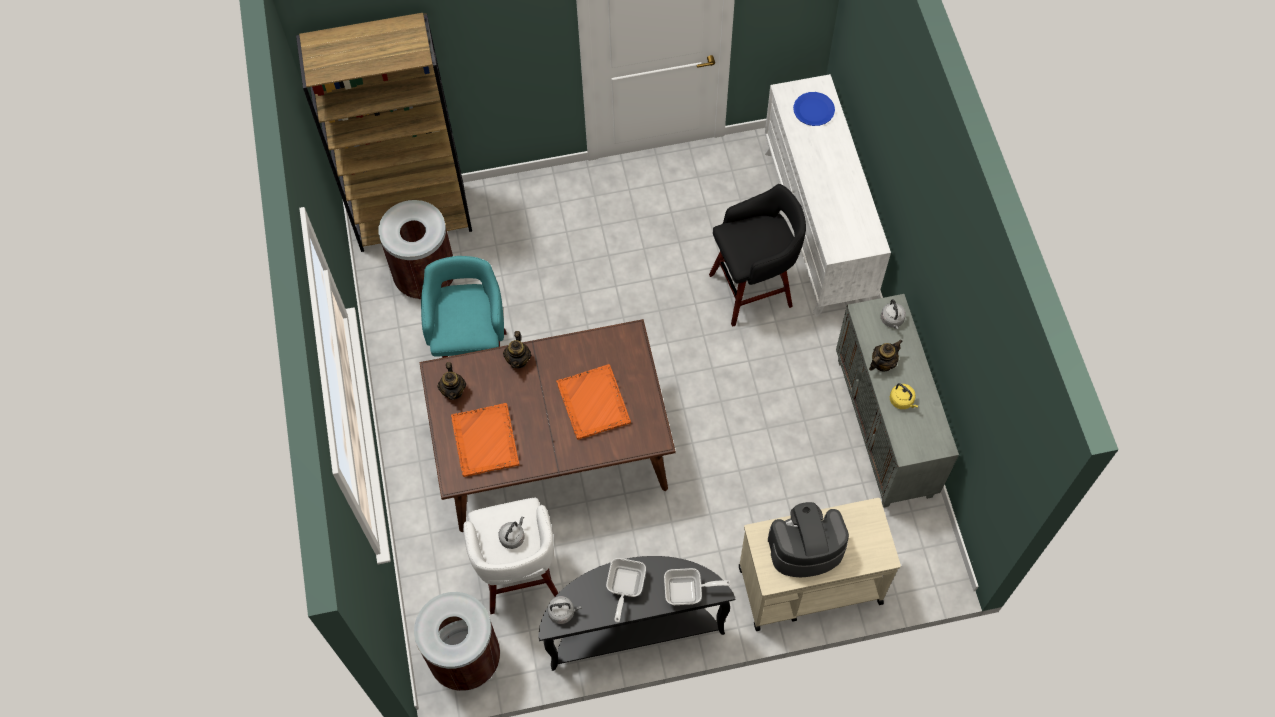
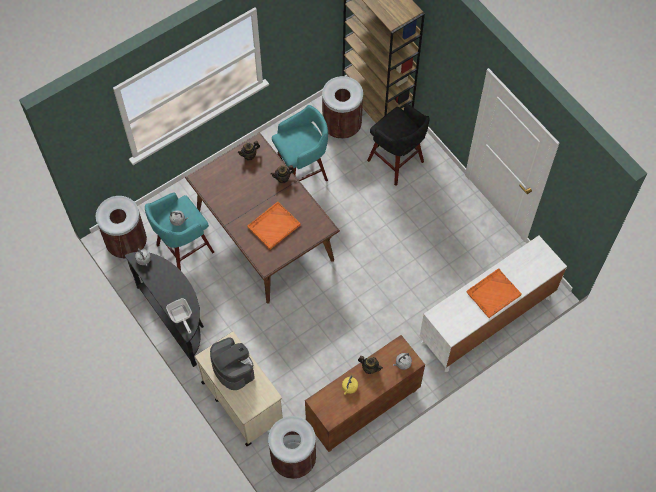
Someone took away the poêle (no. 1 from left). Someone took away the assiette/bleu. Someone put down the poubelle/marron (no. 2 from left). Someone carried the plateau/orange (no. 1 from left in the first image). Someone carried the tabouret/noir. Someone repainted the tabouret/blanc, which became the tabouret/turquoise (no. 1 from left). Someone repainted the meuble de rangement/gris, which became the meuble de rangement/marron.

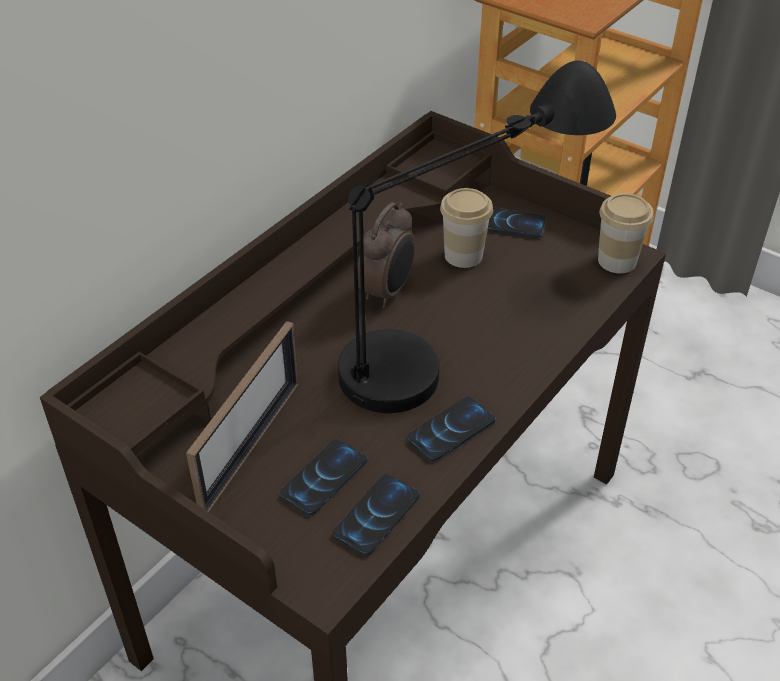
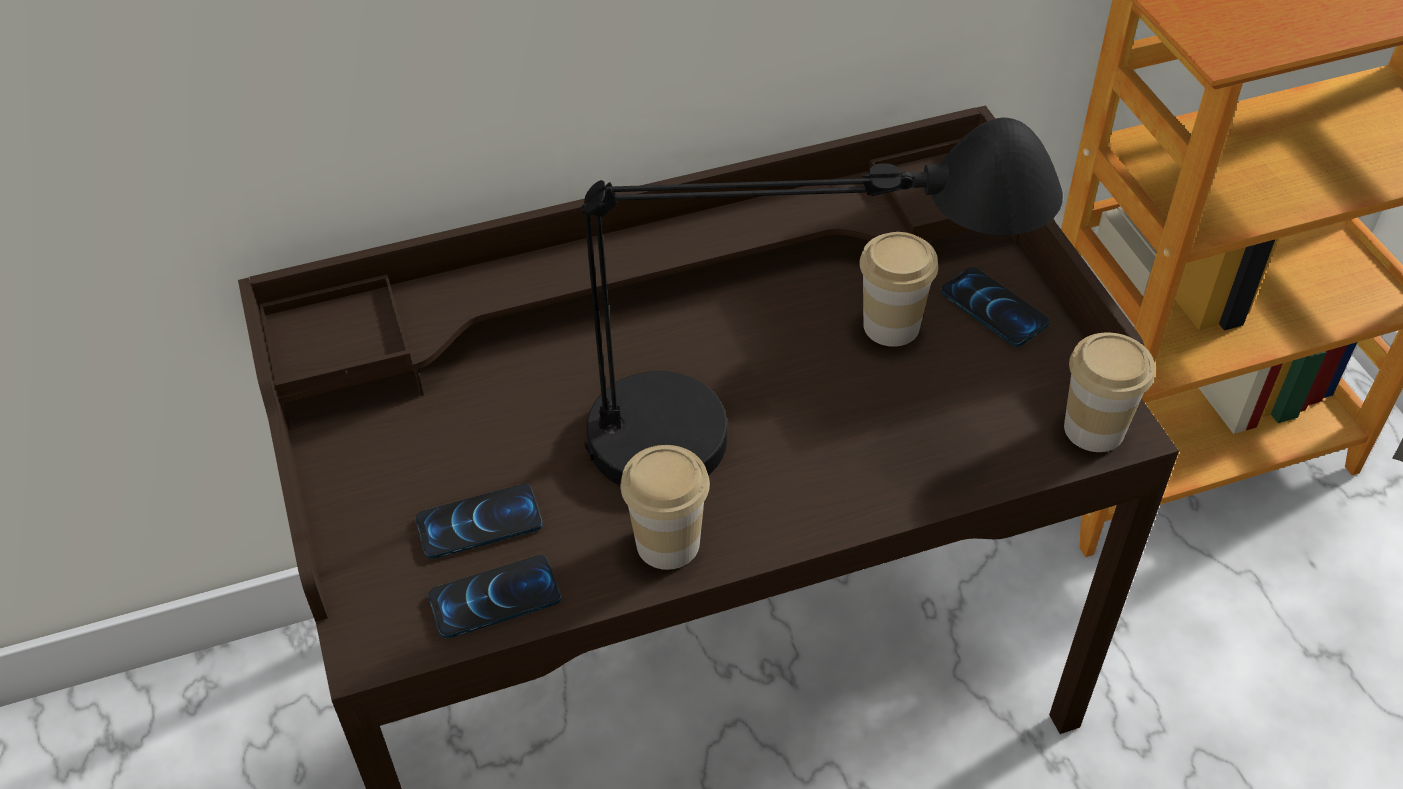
Someone took away the cadre photo. Someone took away the réveil. Someone swapped the téléphone (no. 3 from left) for the tasse (no. 1 from left).

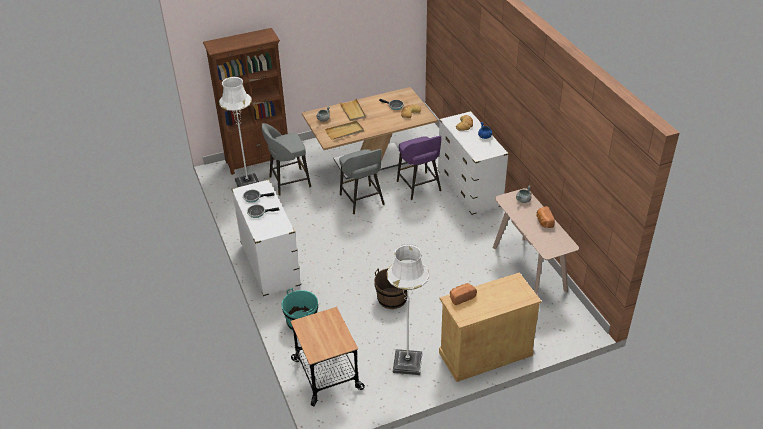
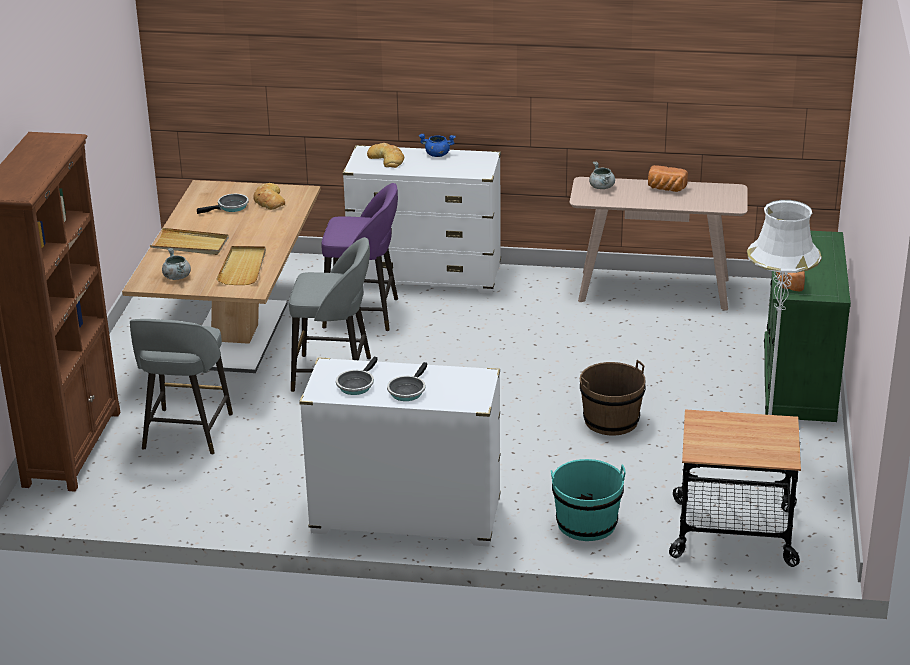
Someone took away the lampadaire/blanc (no. 1 from left). Someone repainted the meuble de rangement/beige, which became the meuble de rangement/vert.

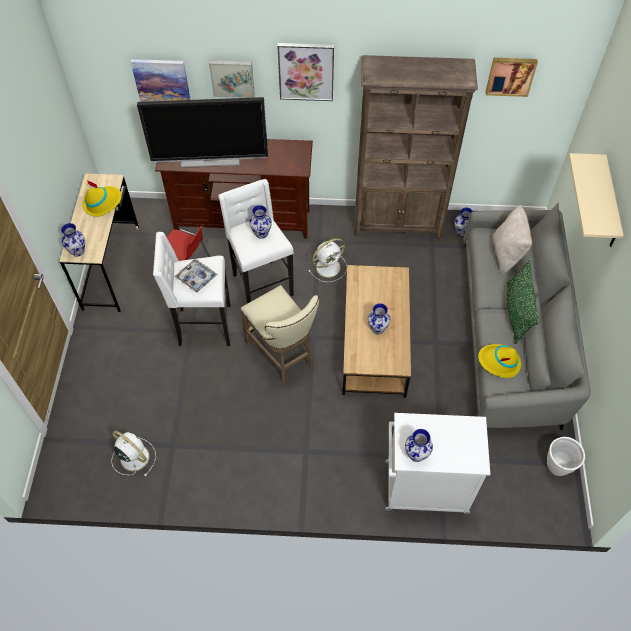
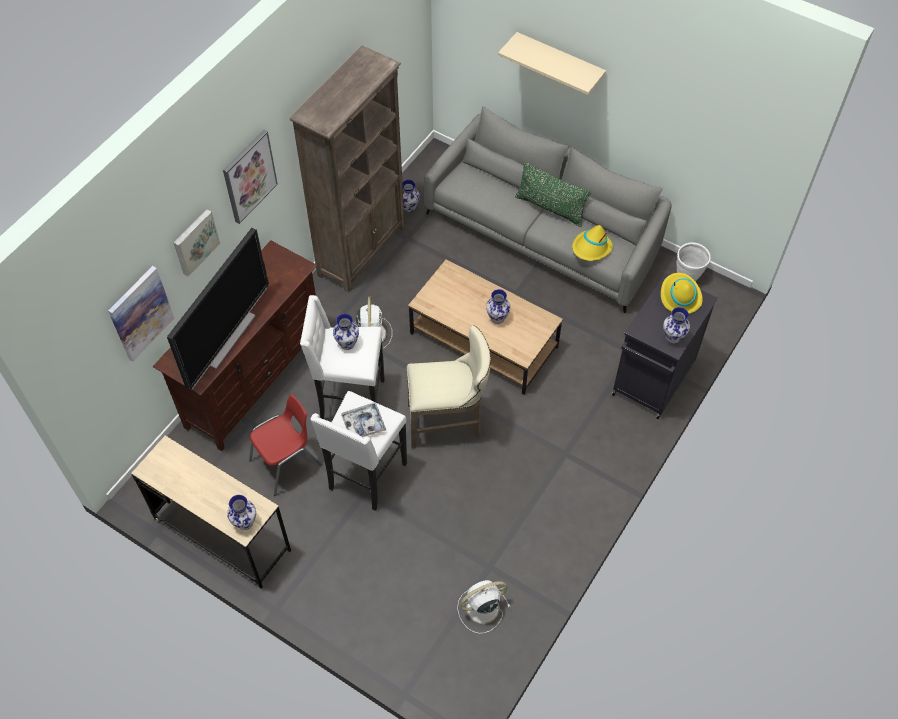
Someone took away the tableau (no. 4 from left). Someone took away the coussin/beige. Someone carried the chapeau/jaune (no. 1 from left in the first image). Someone repainted the meuble de rangement/blanc, which became the meuble de rangement/noir.

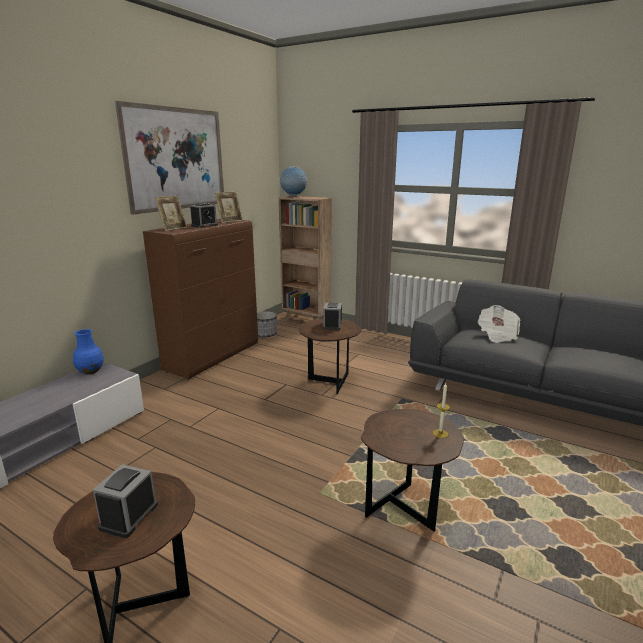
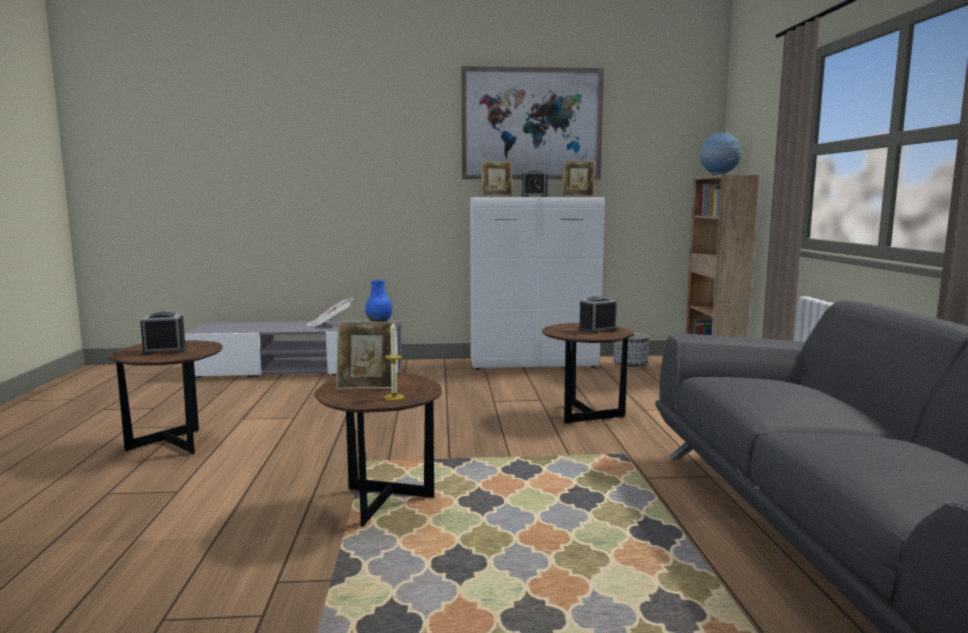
Someone put down the cadre photo (no. 1 from left). Someone carried the journal. Someone repainted the meuble de rangement/marron, which became the meuble de rangement/blanc.

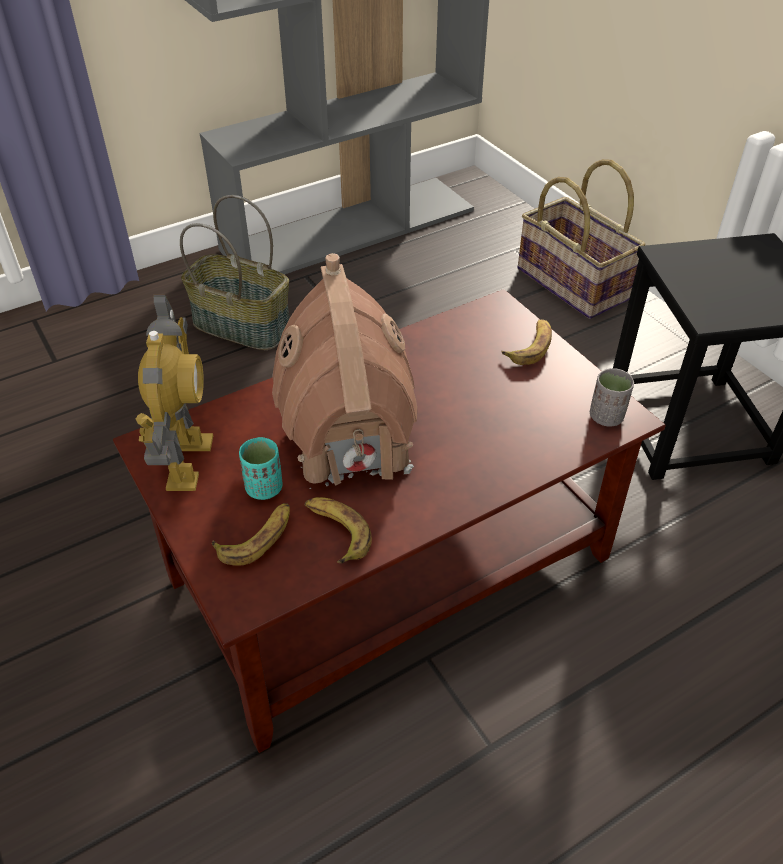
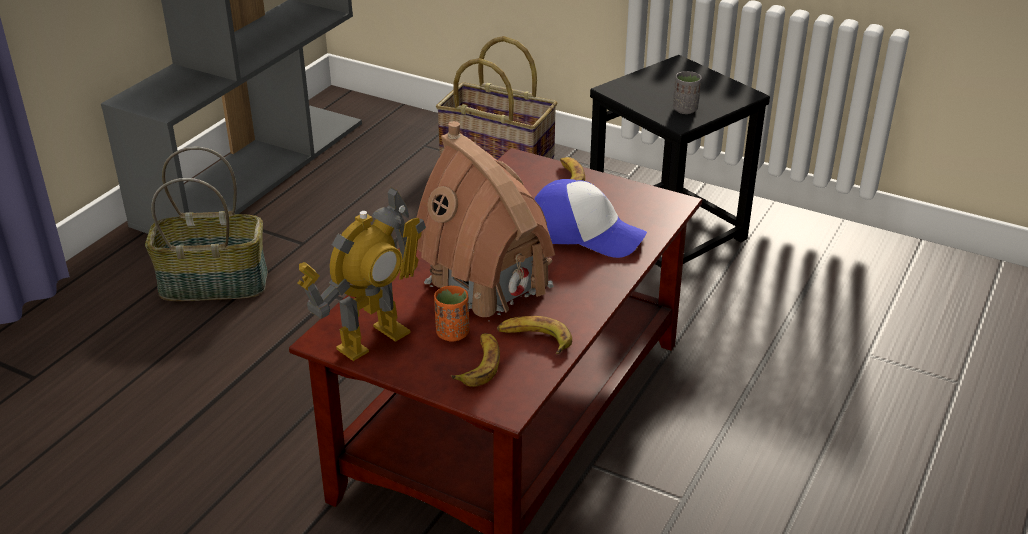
Someone put down the casquette. Someone carried the tasse/gris. Someone repainted the tasse/turquoise, which became the tasse/orange. Someone rotated the robot jouet by 75 degrees clockwise.

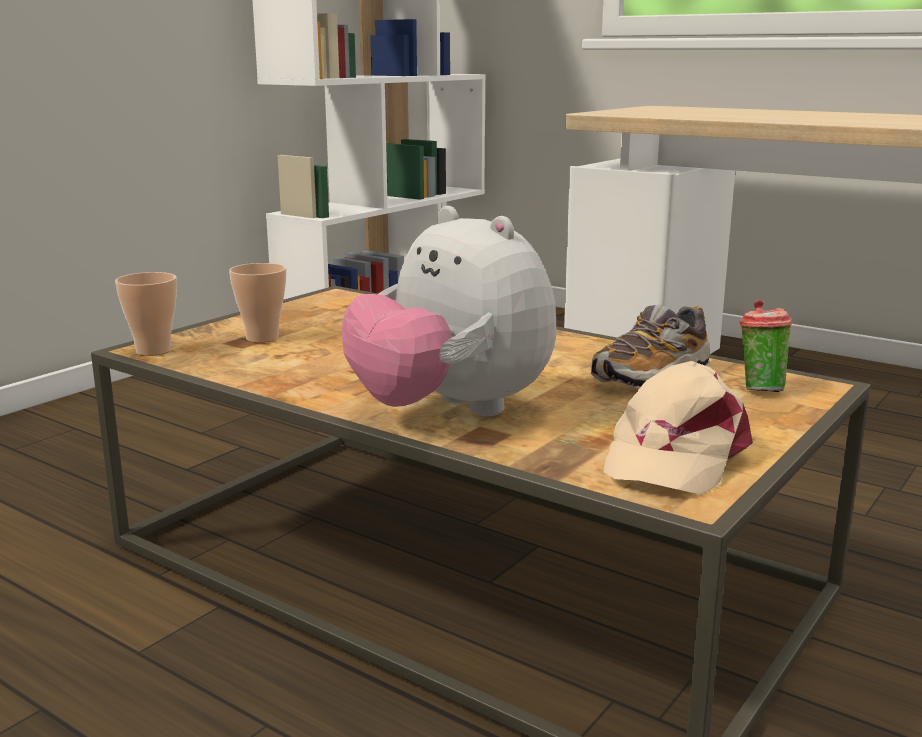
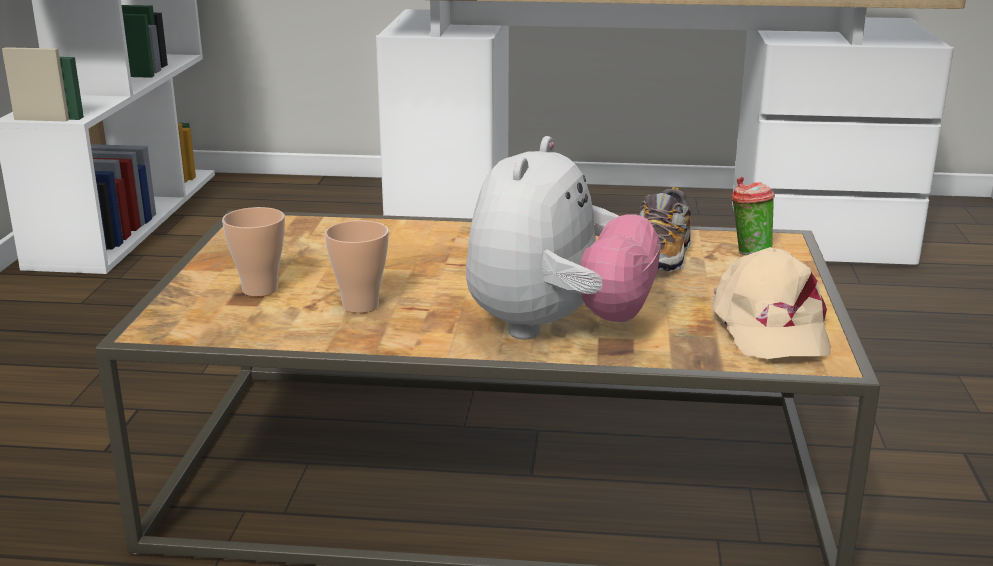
Someone carried the tasse (no. 1 from left in the first image). Someone rotated the peluche by 90 degrees counterclockwise.

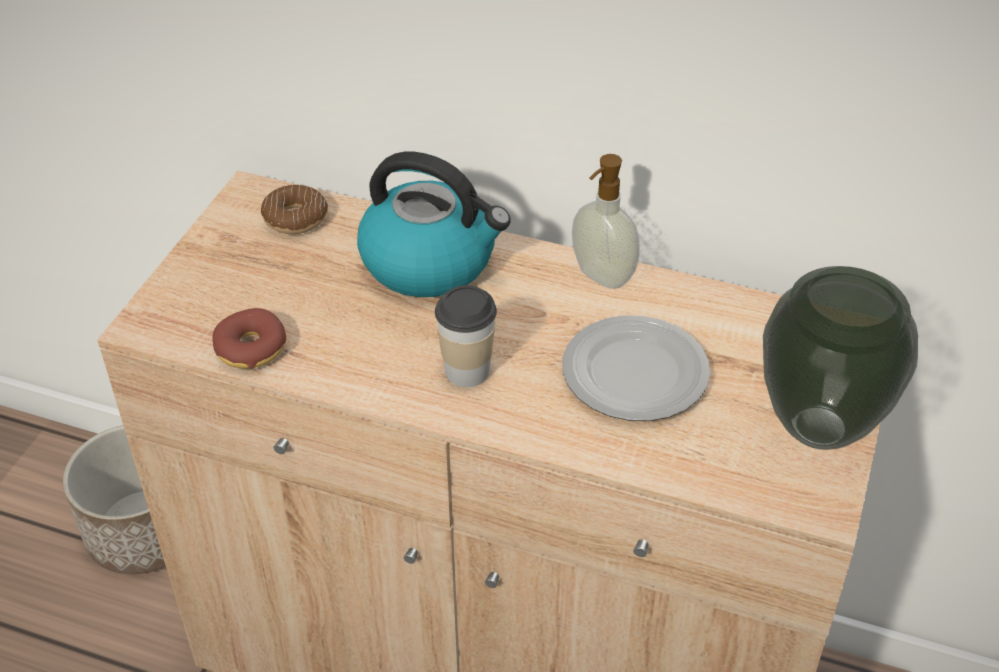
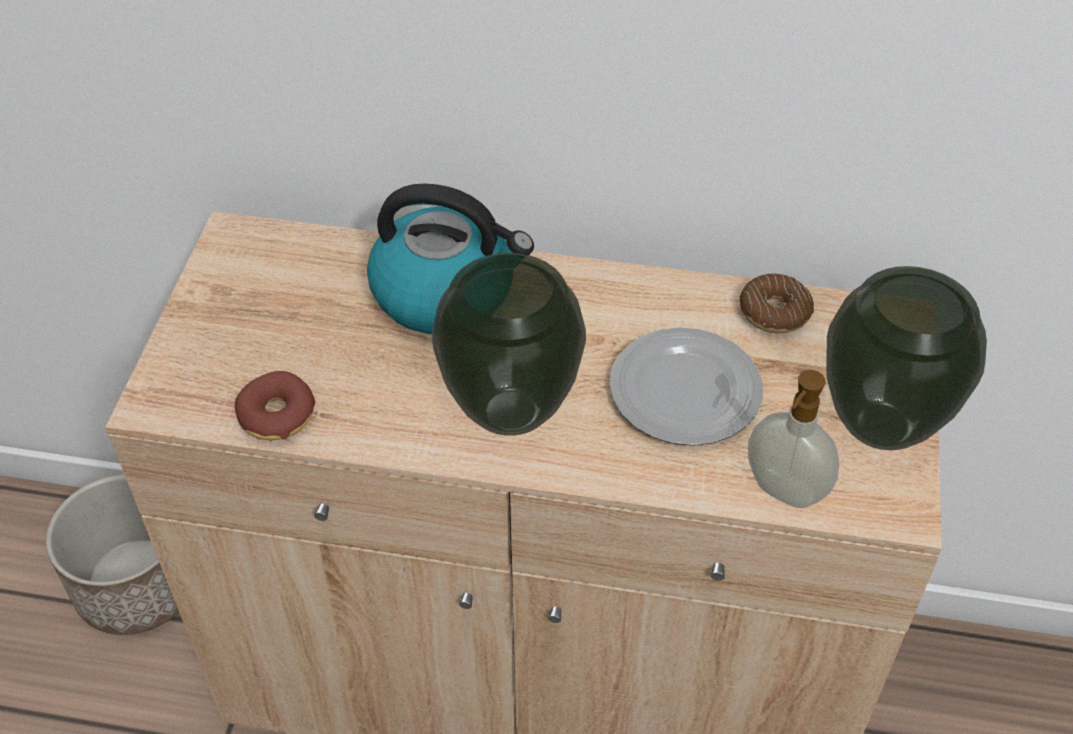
Someone carried the beignet (no. 2 from left). Someone carried the distributeur de savon. Someone swapped the tasse for the vase (no. 1 from left).

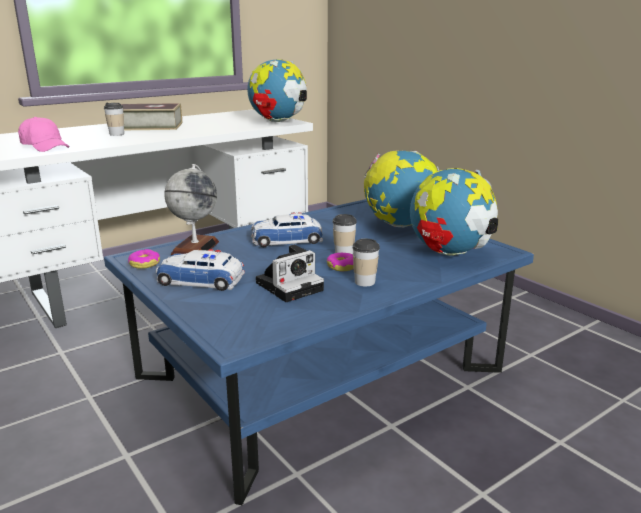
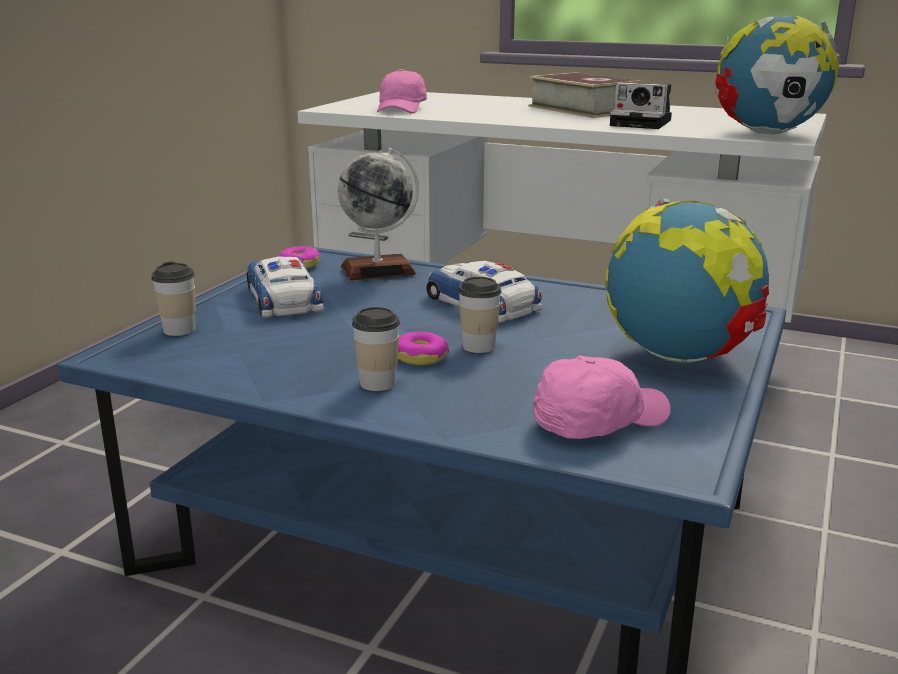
Someone carried the tasse (no. 1 from left). Someone carried the appareil photo. Someone swapped the globe (no. 4 from left) for the casquette/rose (no. 2 from left).

